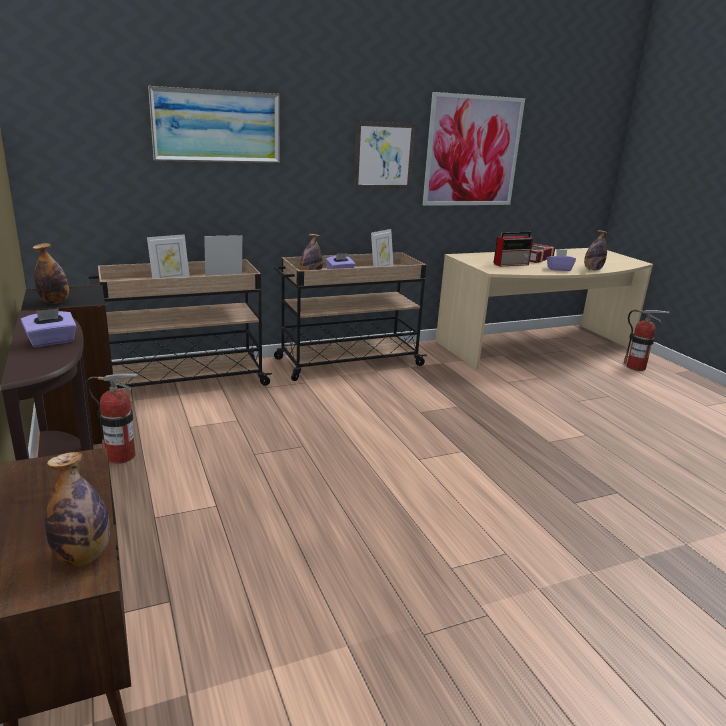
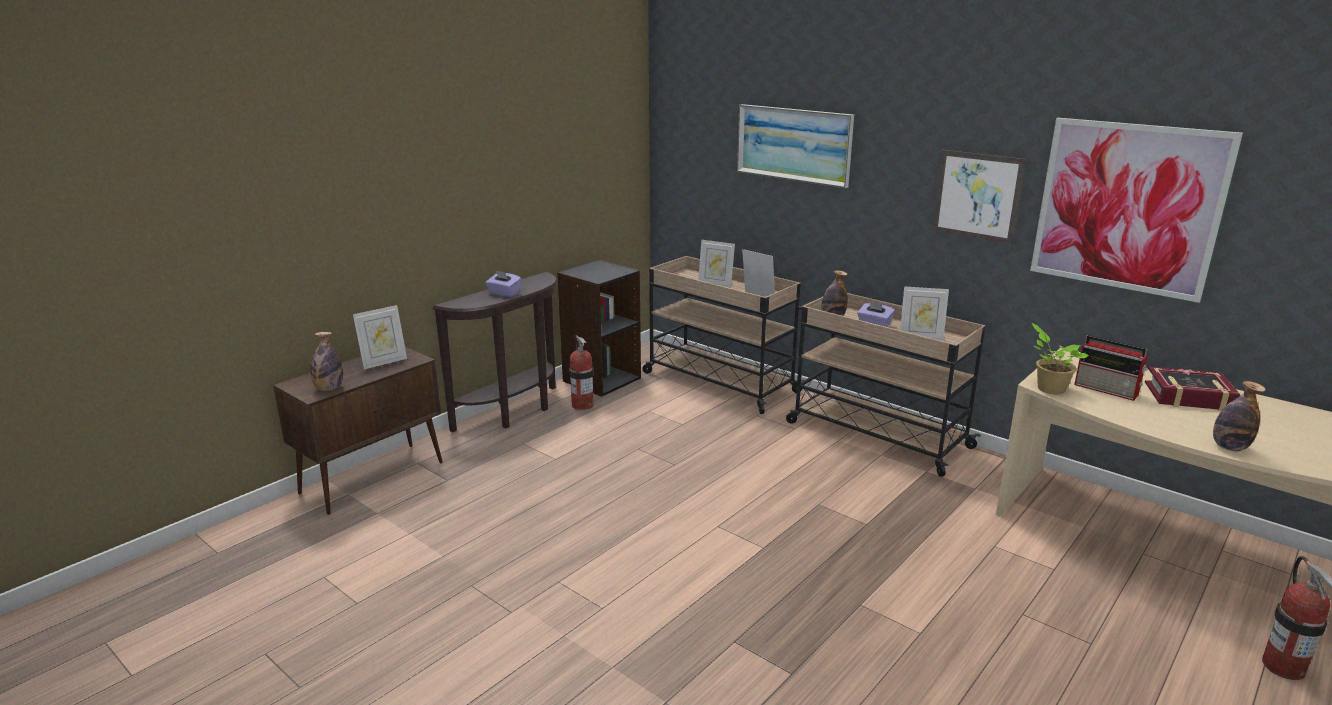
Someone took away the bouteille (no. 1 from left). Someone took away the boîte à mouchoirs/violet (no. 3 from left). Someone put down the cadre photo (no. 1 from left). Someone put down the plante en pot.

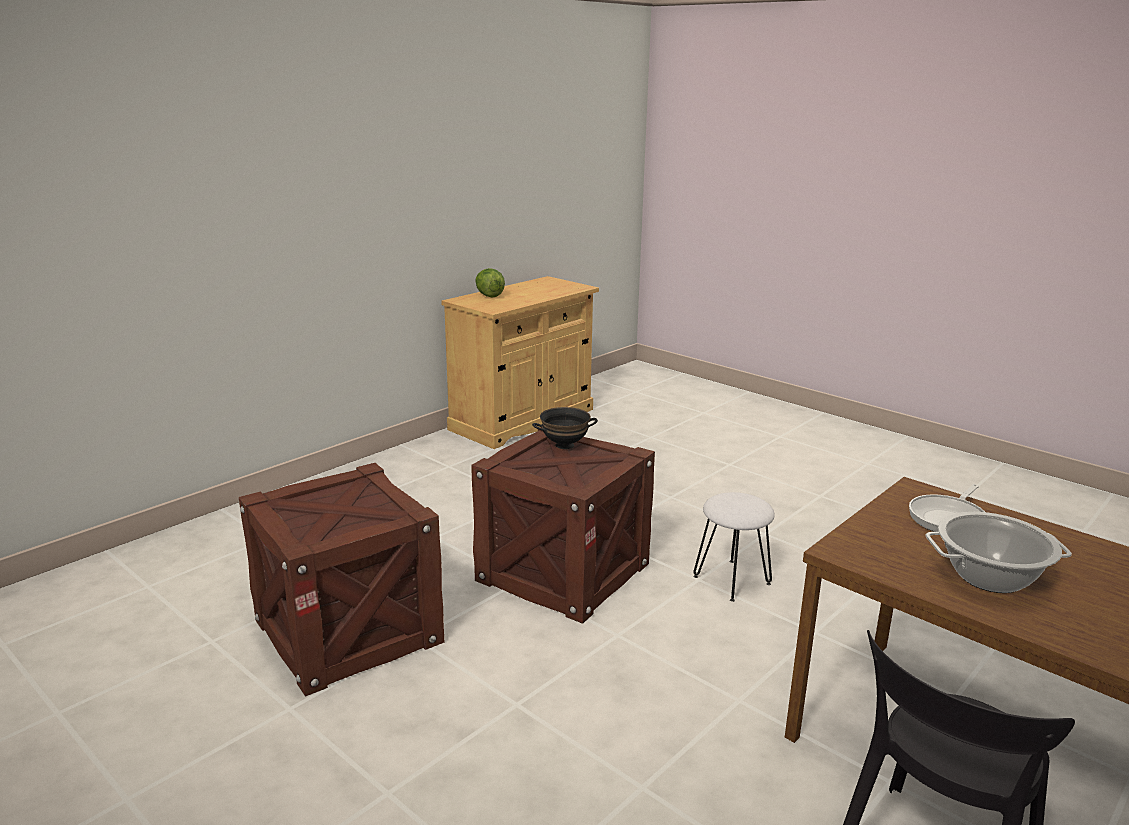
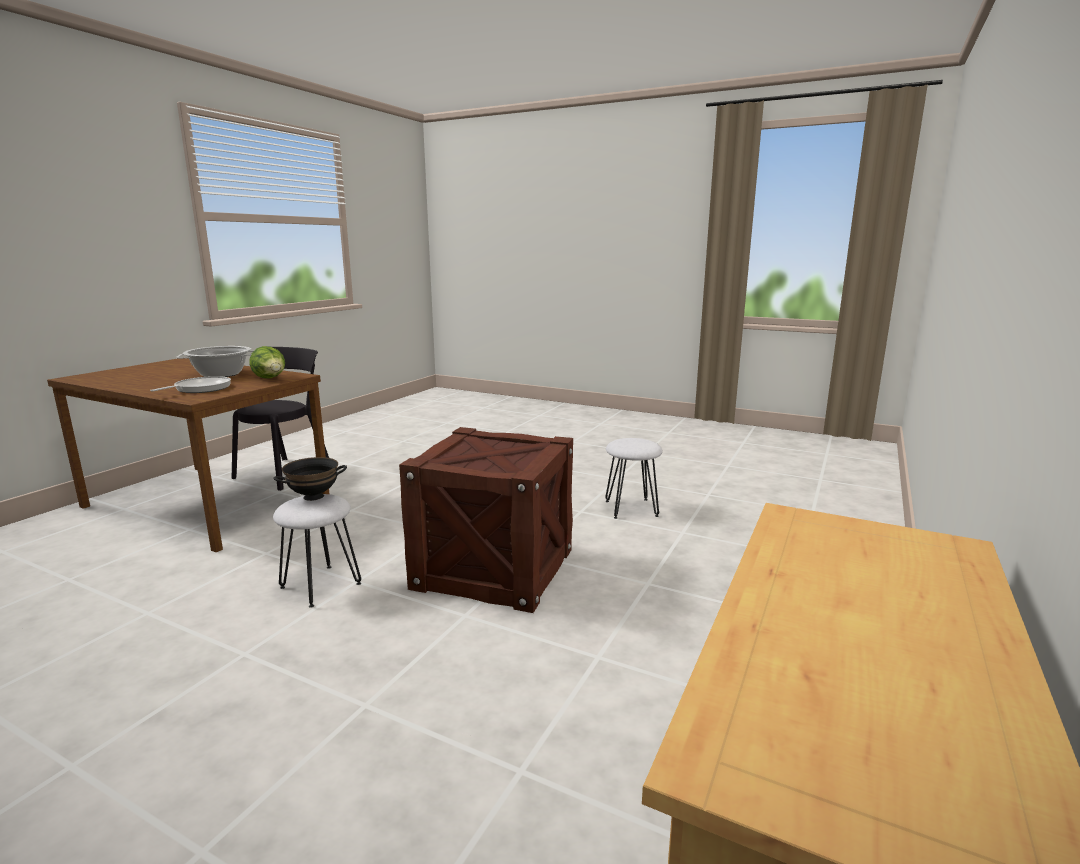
Someone carried the laitue. Someone carried the bol/noir. Someone swapped the caisse (no. 1 from left) for the tabouret/blanc (no. 2 from left).

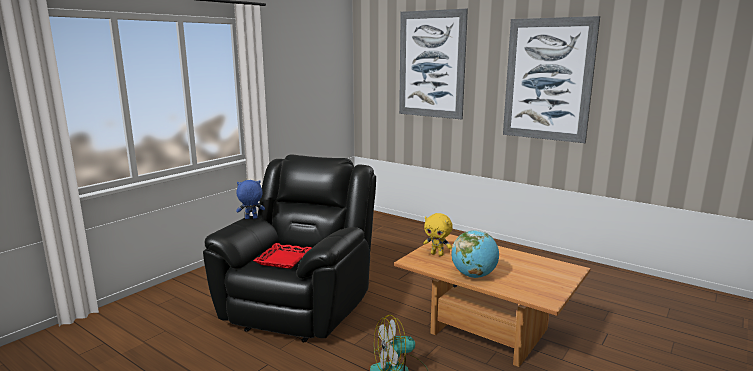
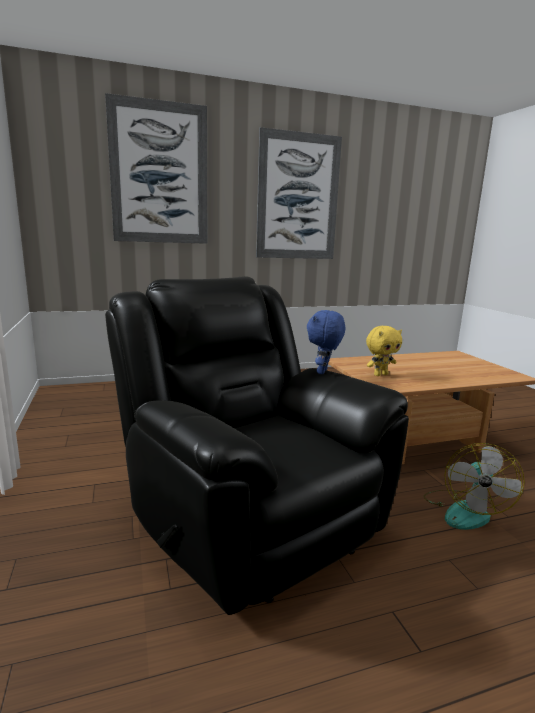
Someone took away the plateau/rouge. Someone took away the globe. Someone carried the peluche/bleu.

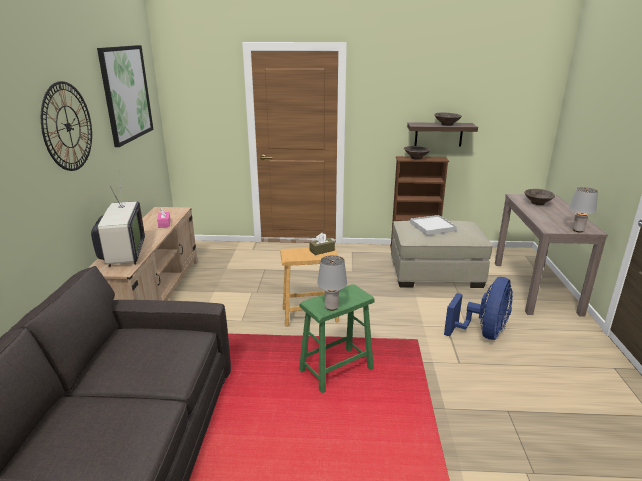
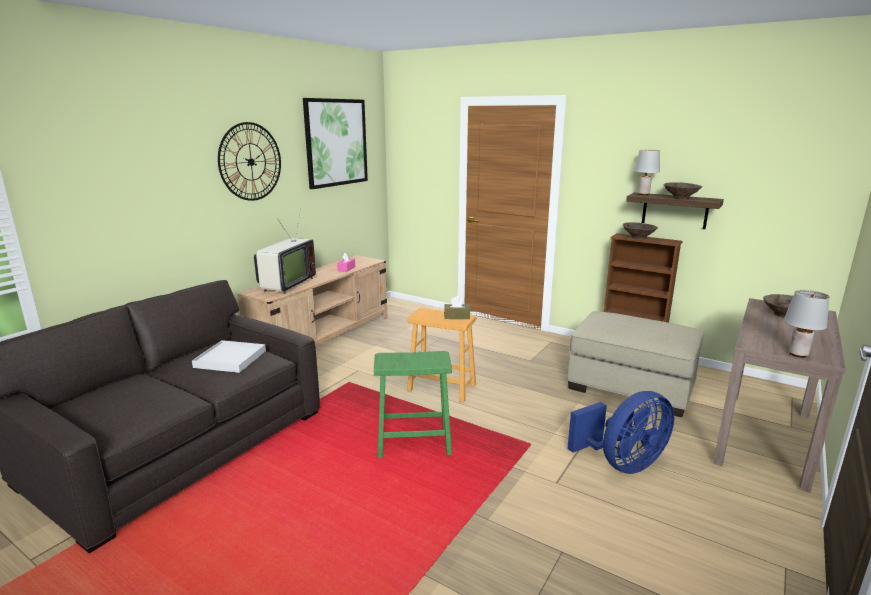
Someone carried the lampe de table/gris (no. 1 from left). Someone carried the plateau/blanc.

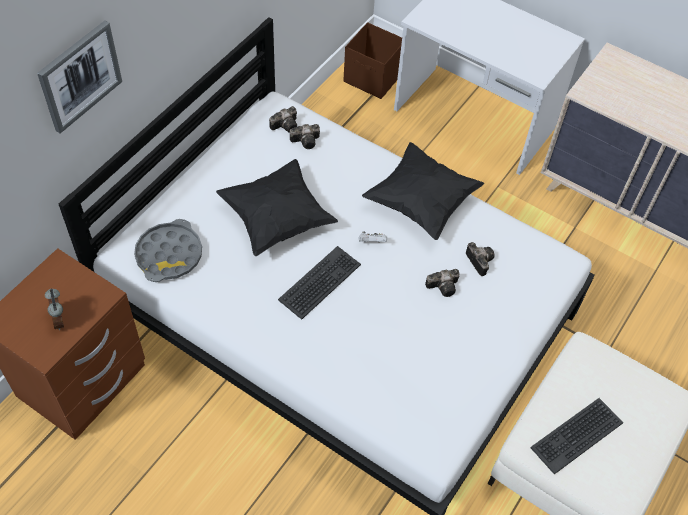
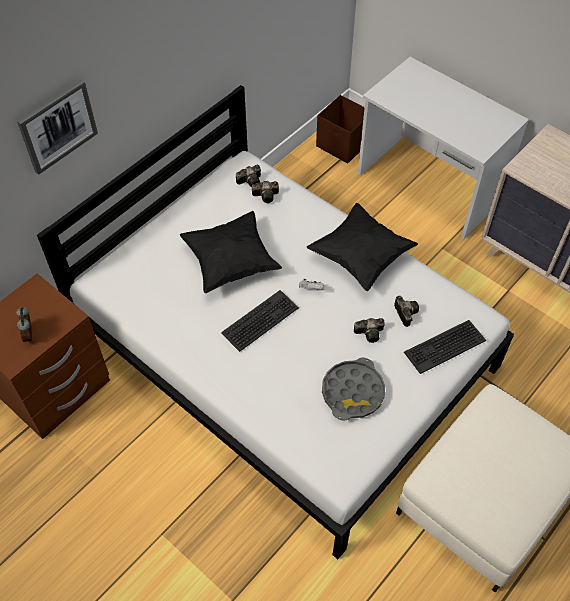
Someone carried the plateau/gris. Someone carried the clavier (no. 2 from left).

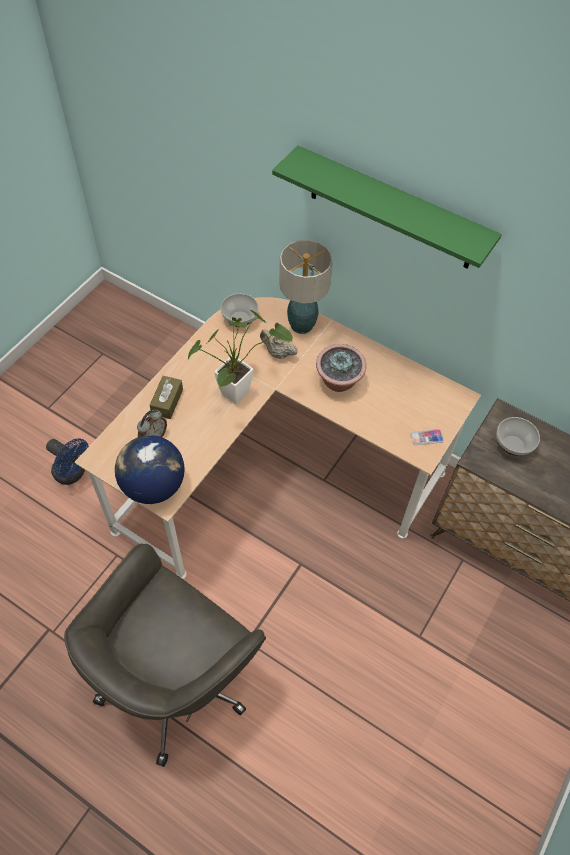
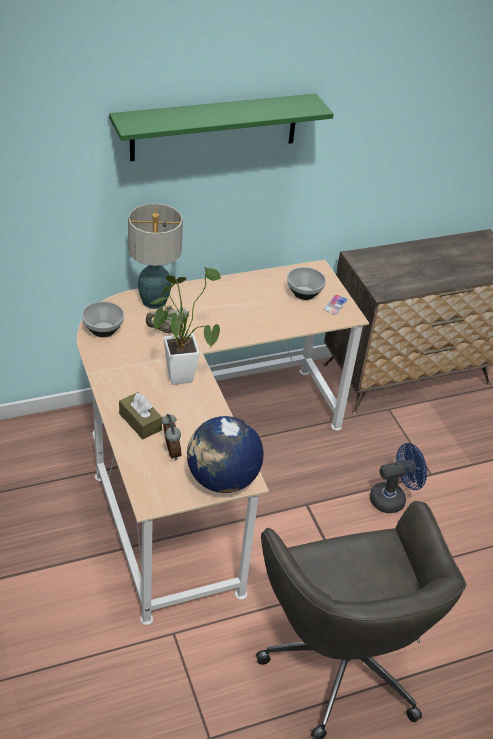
Someone took away the plante en pot (no. 2 from left). Someone carried the ventilateur/bleu. Someone carried the bol (no. 2 from left).

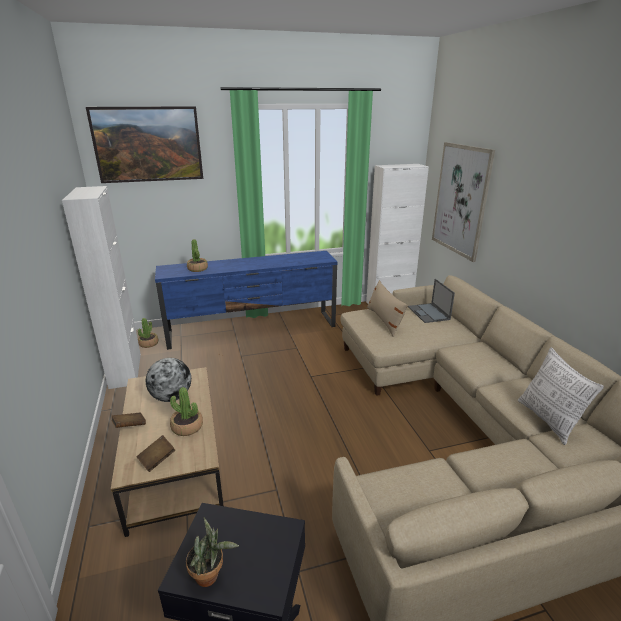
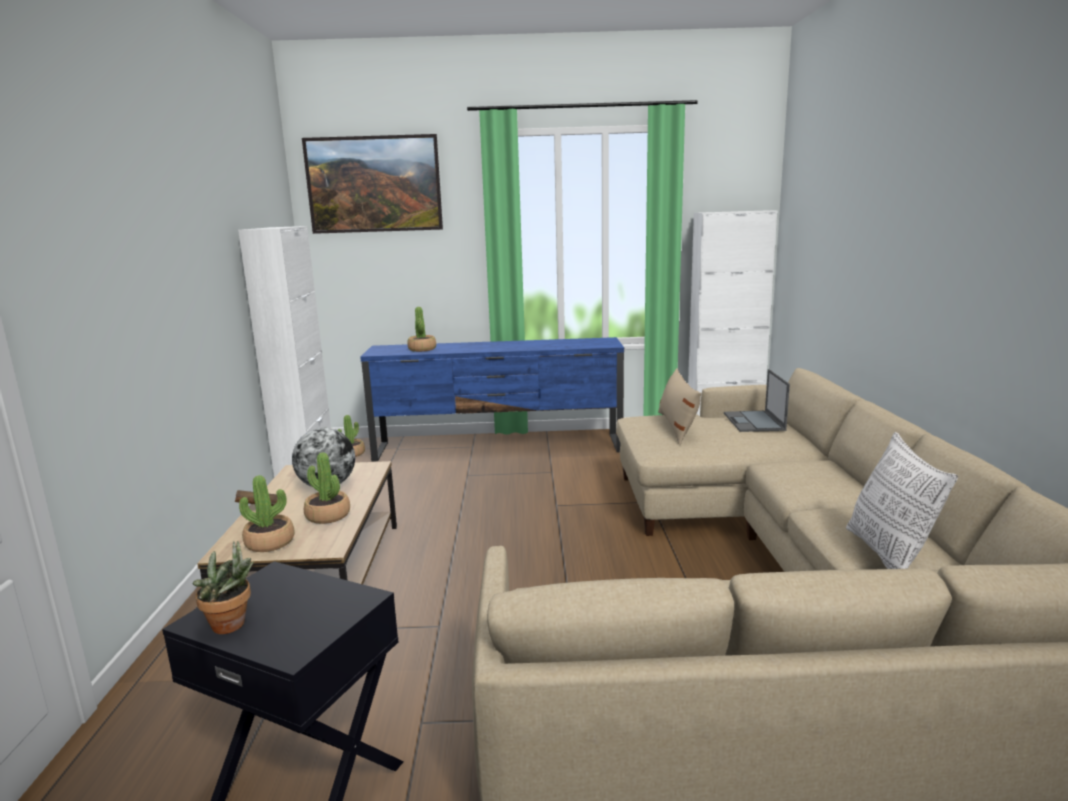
Someone took away the tableau (no. 2 from left). Someone swapped the livre/marron (no. 2 from left) for the plante en pot (no. 2 from left).

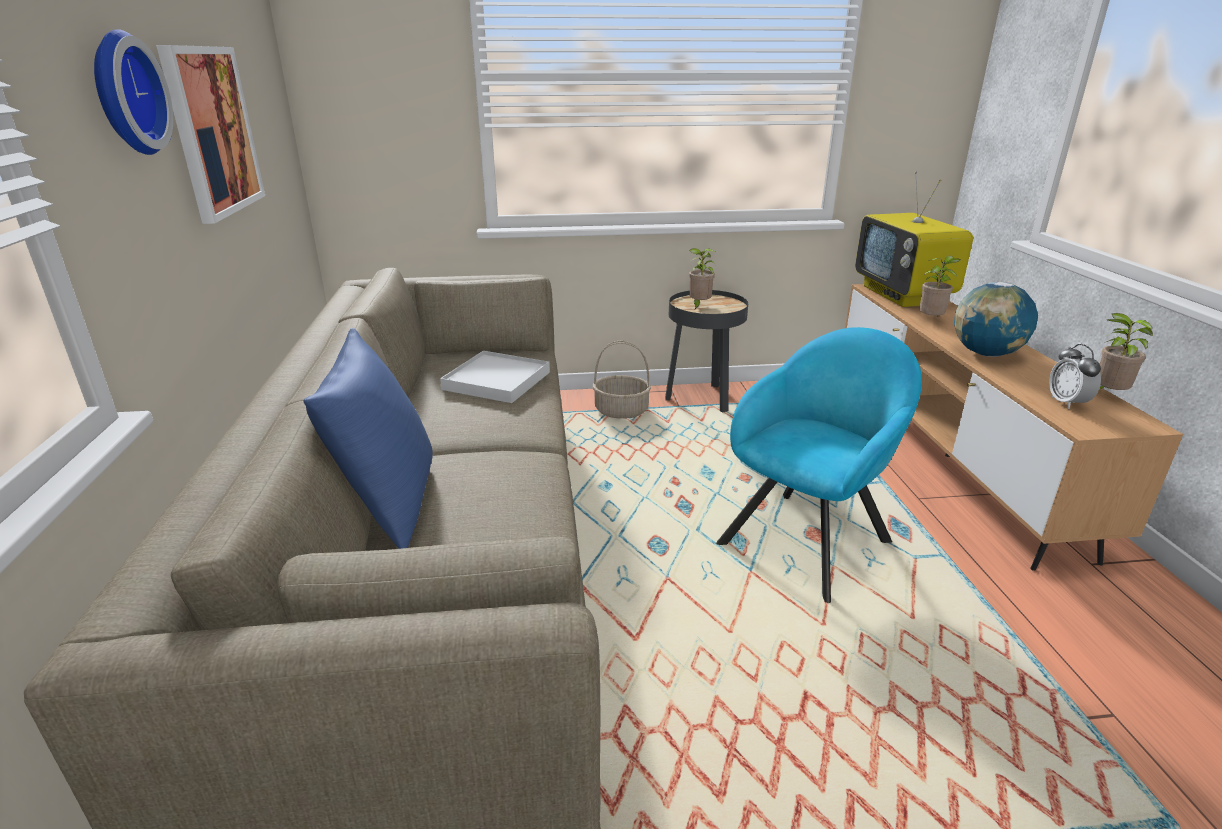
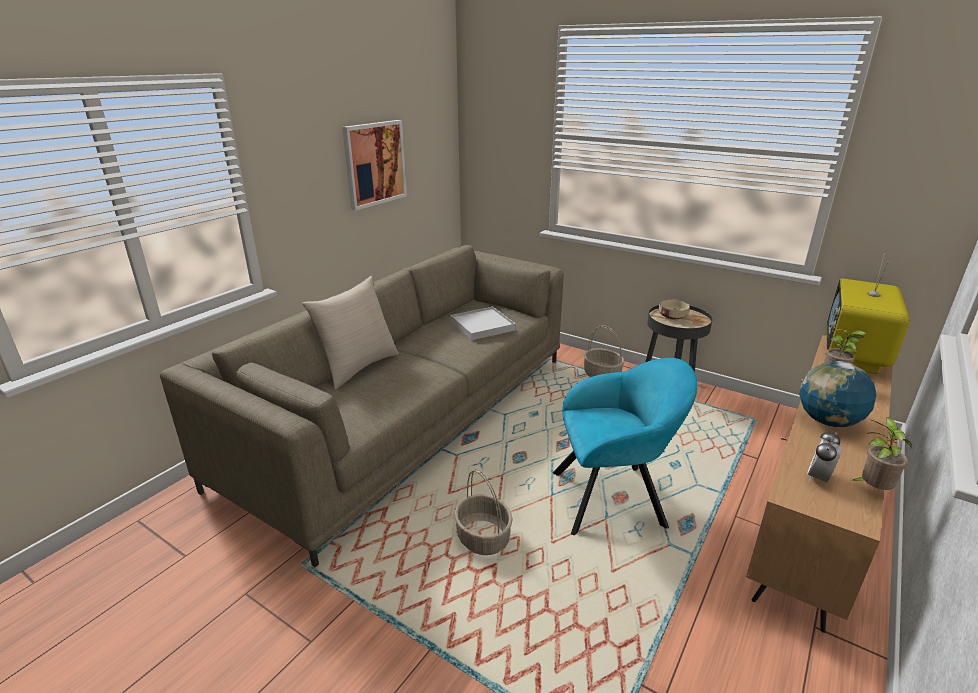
Someone took away the horloge murale. Someone put down the panier (no. 1 from left). Someone swapped the plante en pot (no. 1 from left) for the bol/beige. Someone repainted the coussin/bleu, which became the coussin/beige.

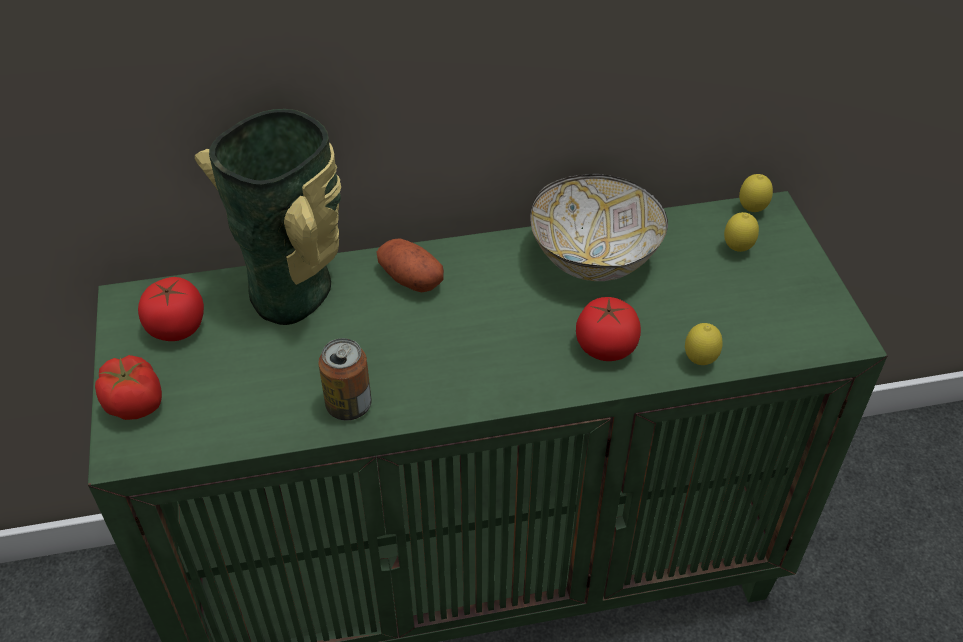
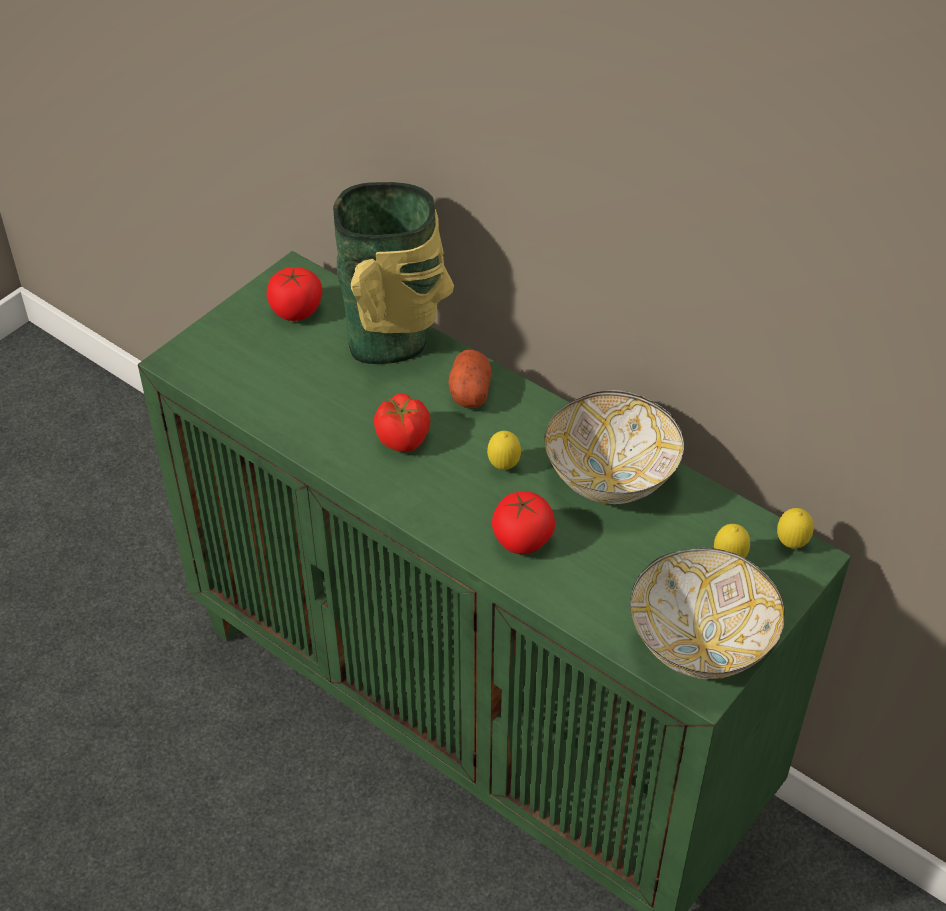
Someone took away the boîte métallique. Someone put down the bol (no. 2 from left). Someone carried the tomate (no. 1 from left in the first image). Someone carried the citron (no. 1 from left).

